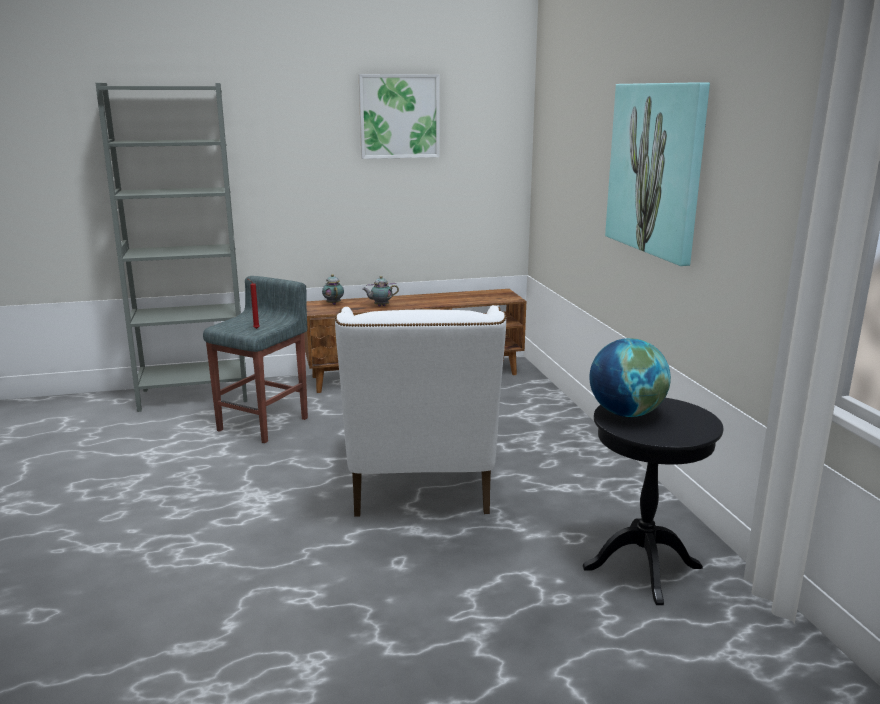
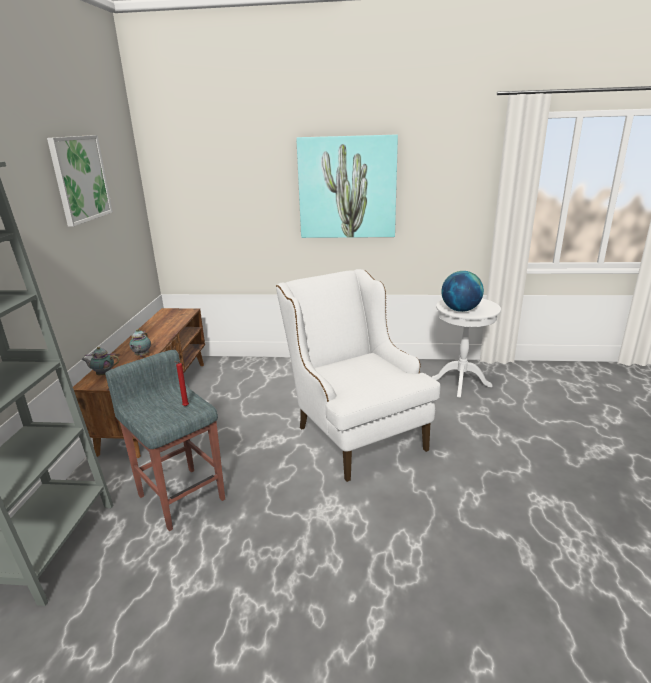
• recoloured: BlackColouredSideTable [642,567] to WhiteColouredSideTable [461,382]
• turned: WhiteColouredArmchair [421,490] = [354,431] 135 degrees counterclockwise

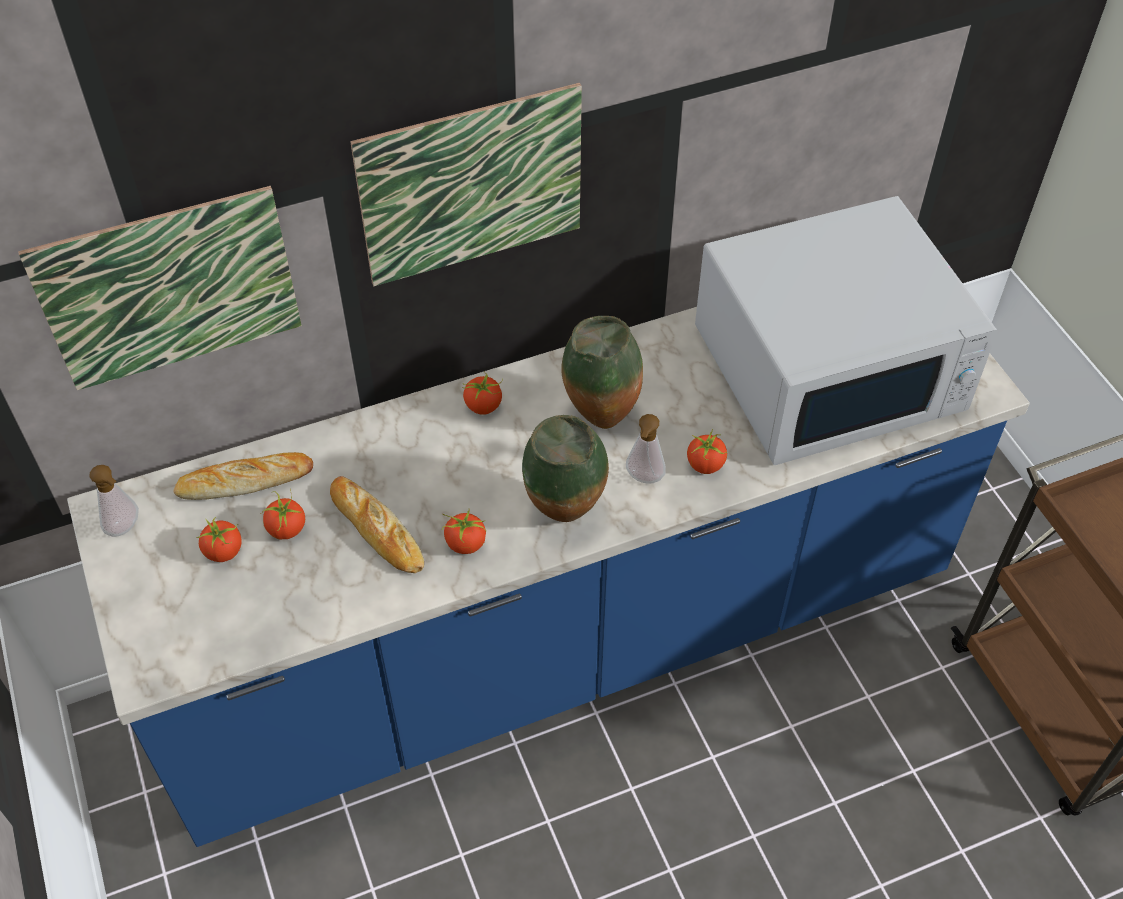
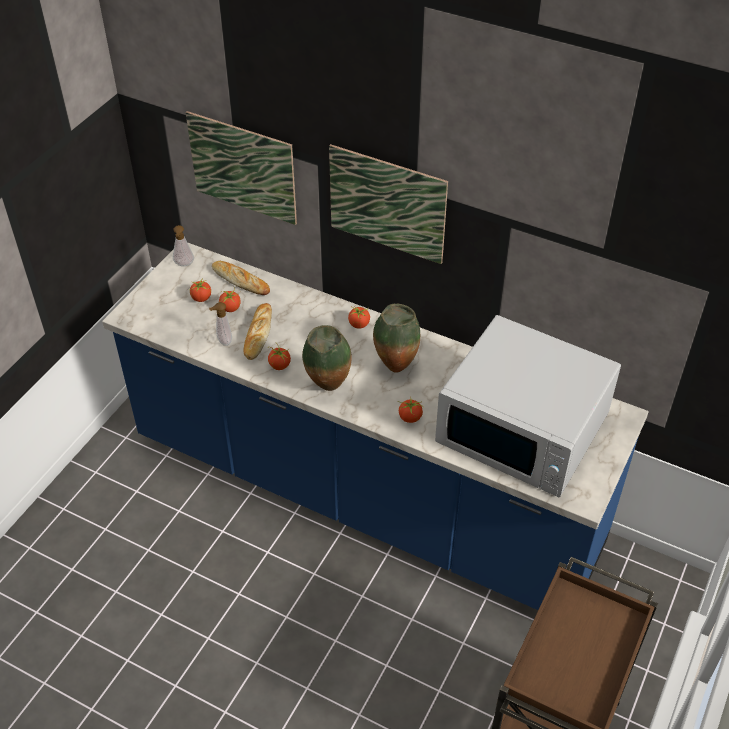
• moved: SoapDispenser [643,479] to [223,341]

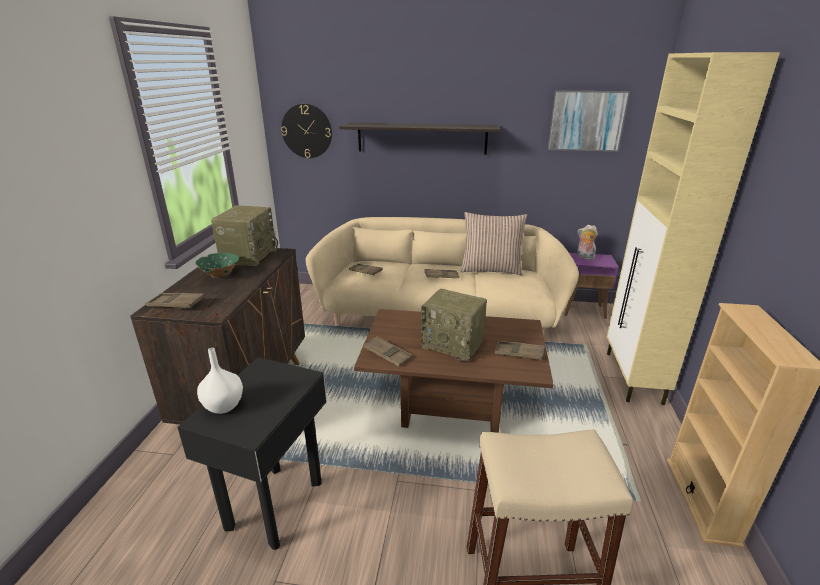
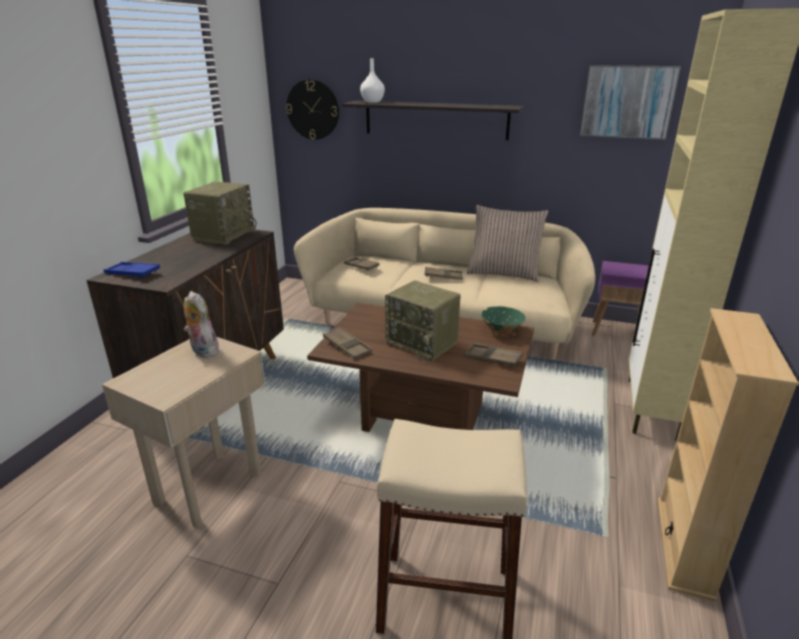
• moved: GreenServingBowl [220,274] to [501,330]
• moved: WhiteColouredVase [223,405] to [372,102]
• moved: CuddlyToy [584,257] to [202,351]
• recoloured: BrownishTray [176,304] to BlueTray [132,273]
• recoloured: BlackColouredSideTable [276,504] to SandColouredSideTable [209,487]

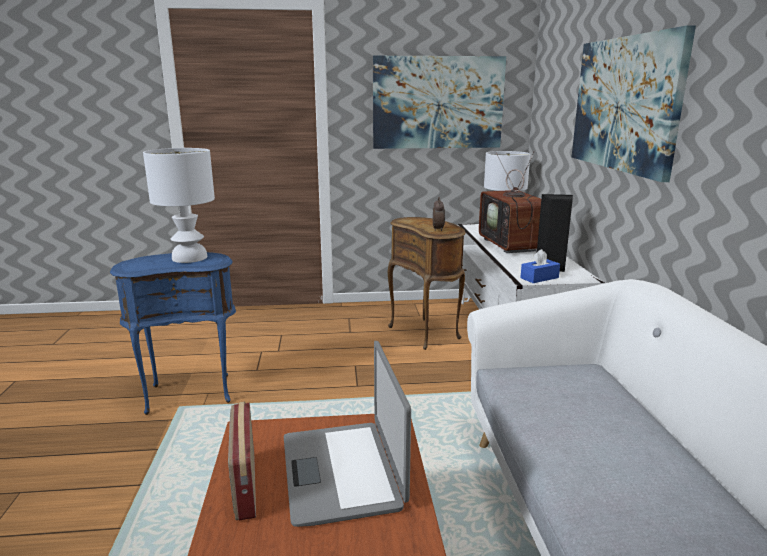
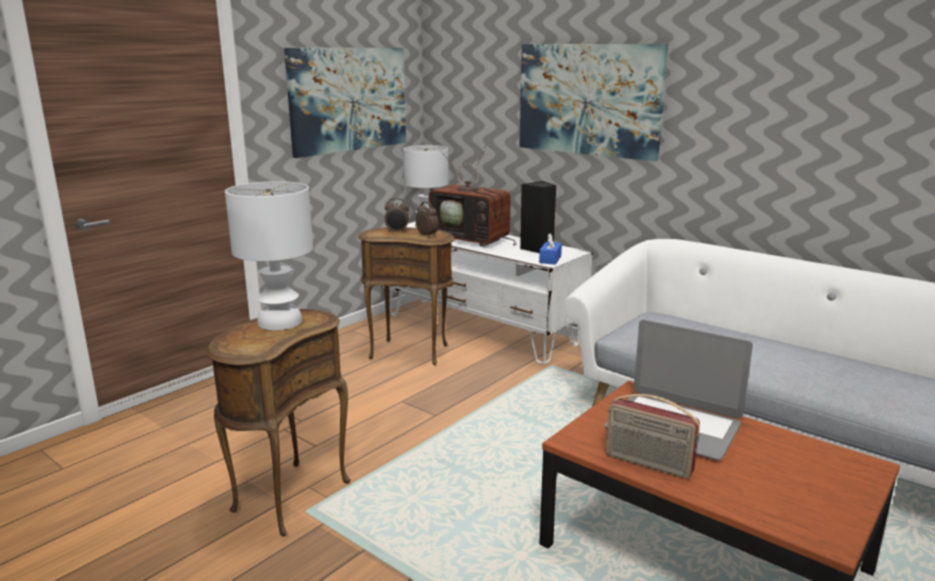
• added: BedsideClock [397,232]
• recoloured: BlueSideTable [190,392] to BrownishSideTable [288,496]

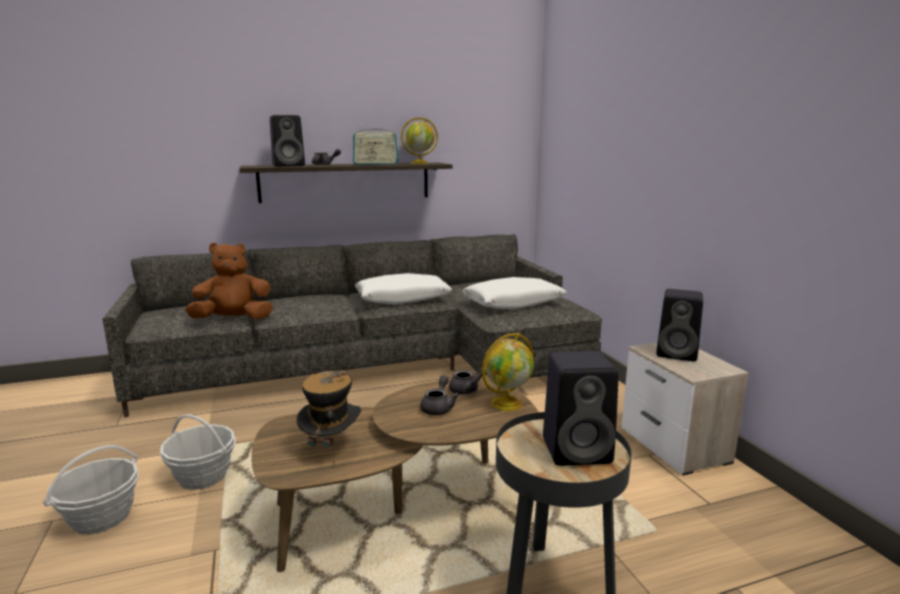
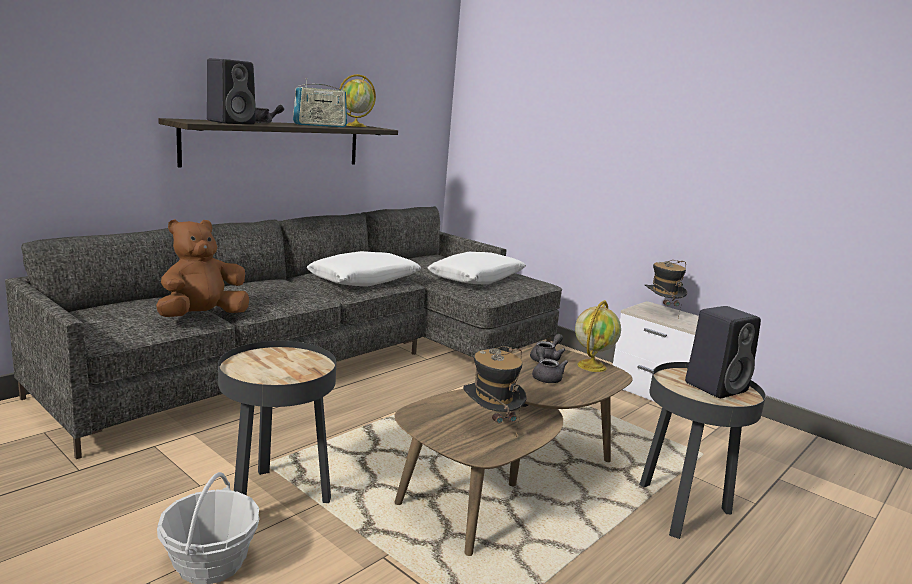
• replaced: HouseholdBasket [203,476] to BlackColouredSideTable [277,498]
• replaced: BlackColouredSpeaker [678,353] to Hat [661,312]

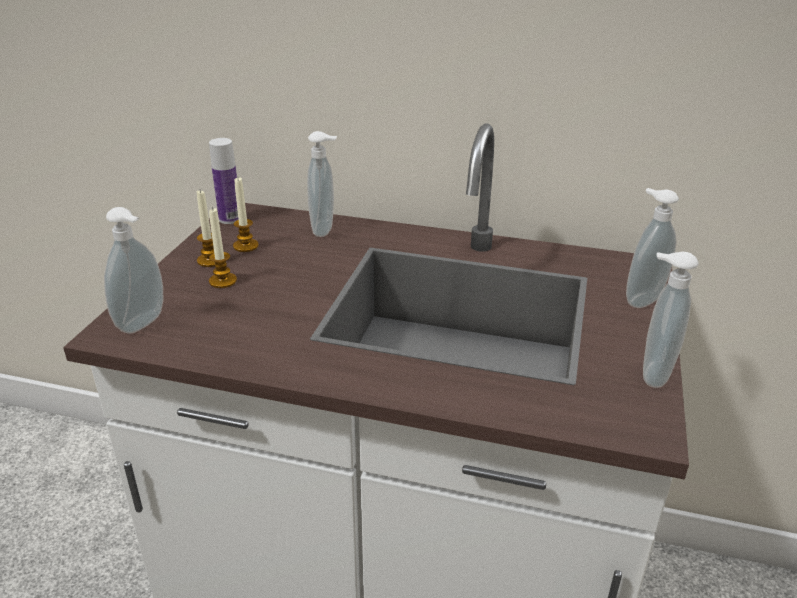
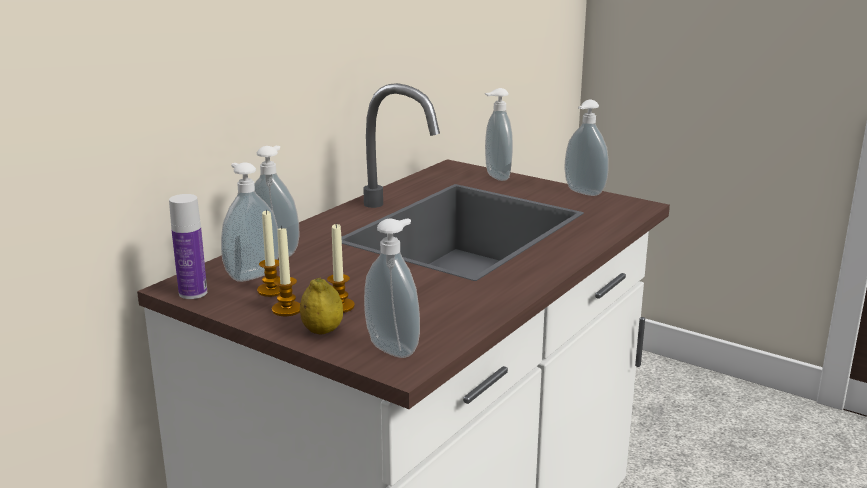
• added: SoapDispenser [251,275]
• added: CitrusFruit [322,331]

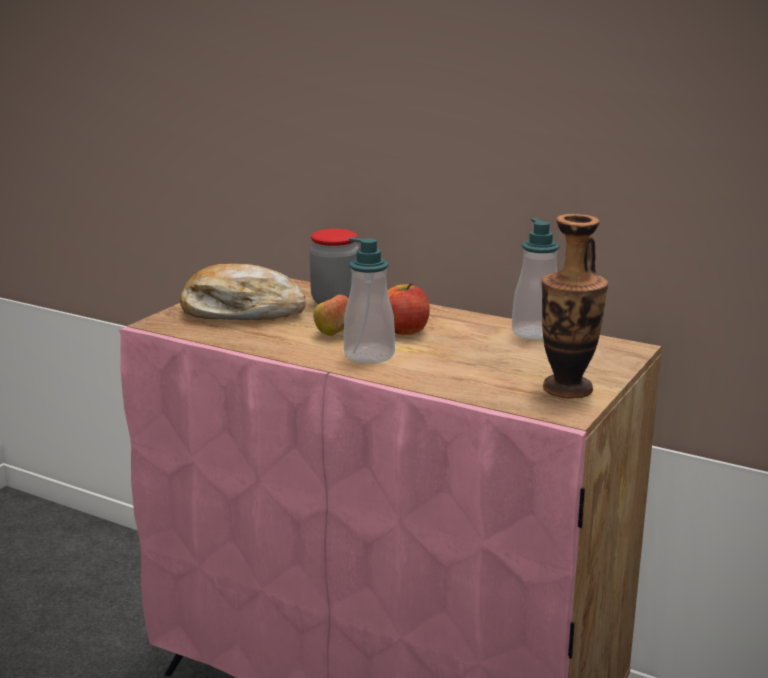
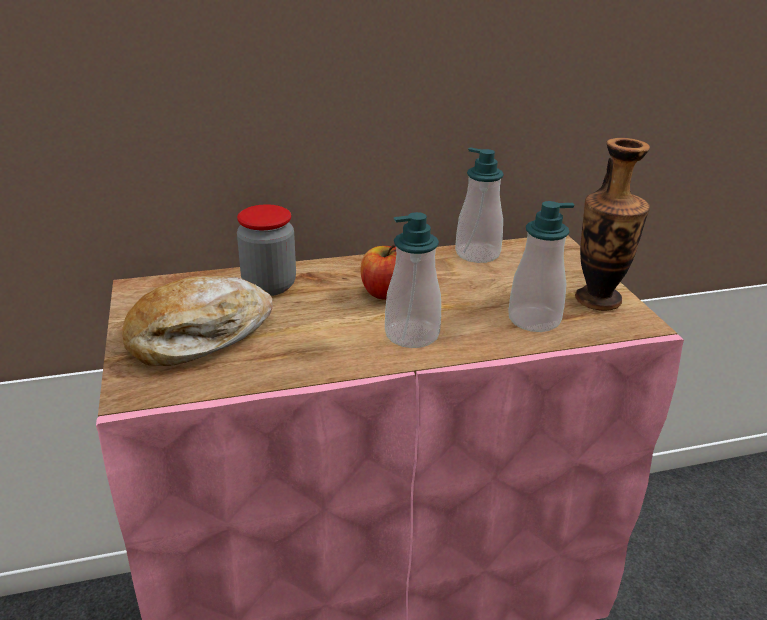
• removed: Apple [334,334]
• added: SoapDispenser [534,320]

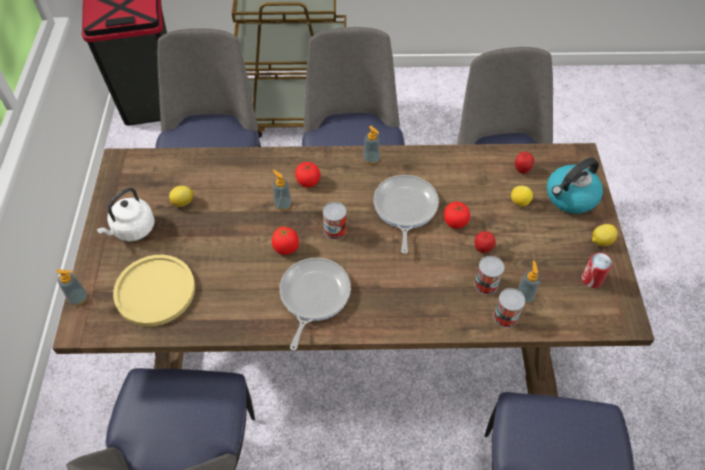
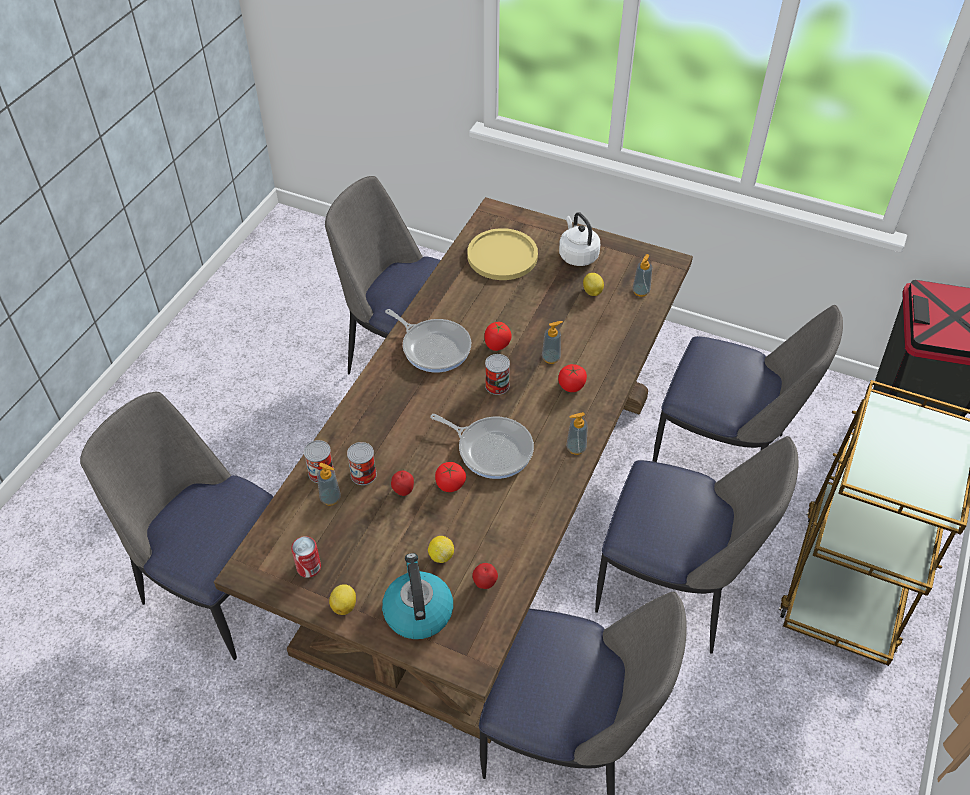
• moved: SoapDispenser [78,298] to [640,291]

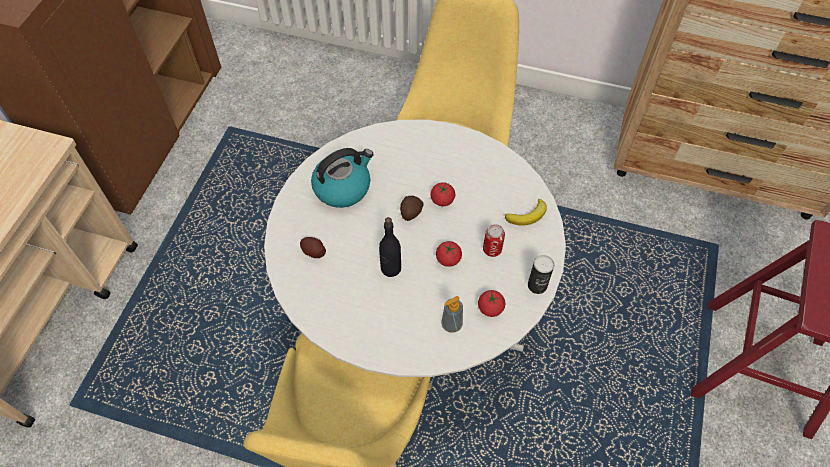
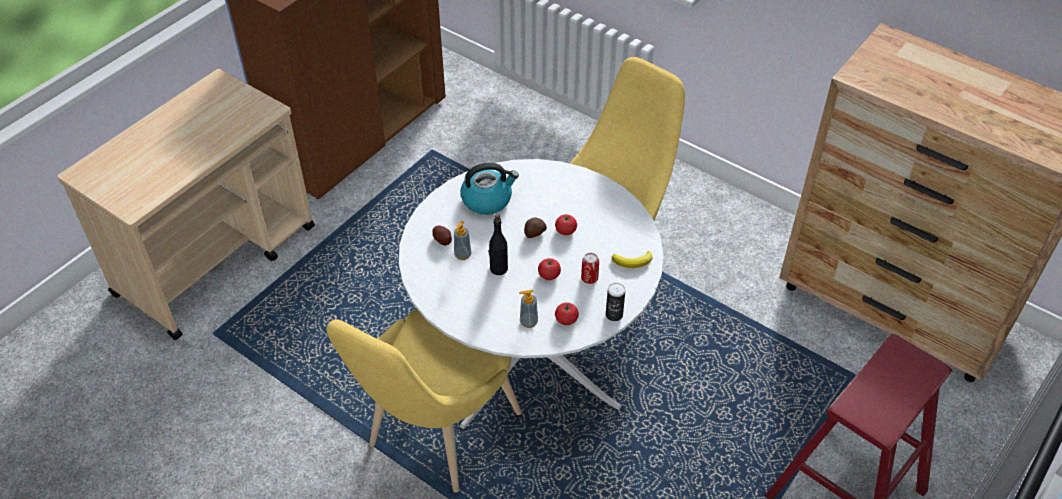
• added: SoapDispenser [462,255]

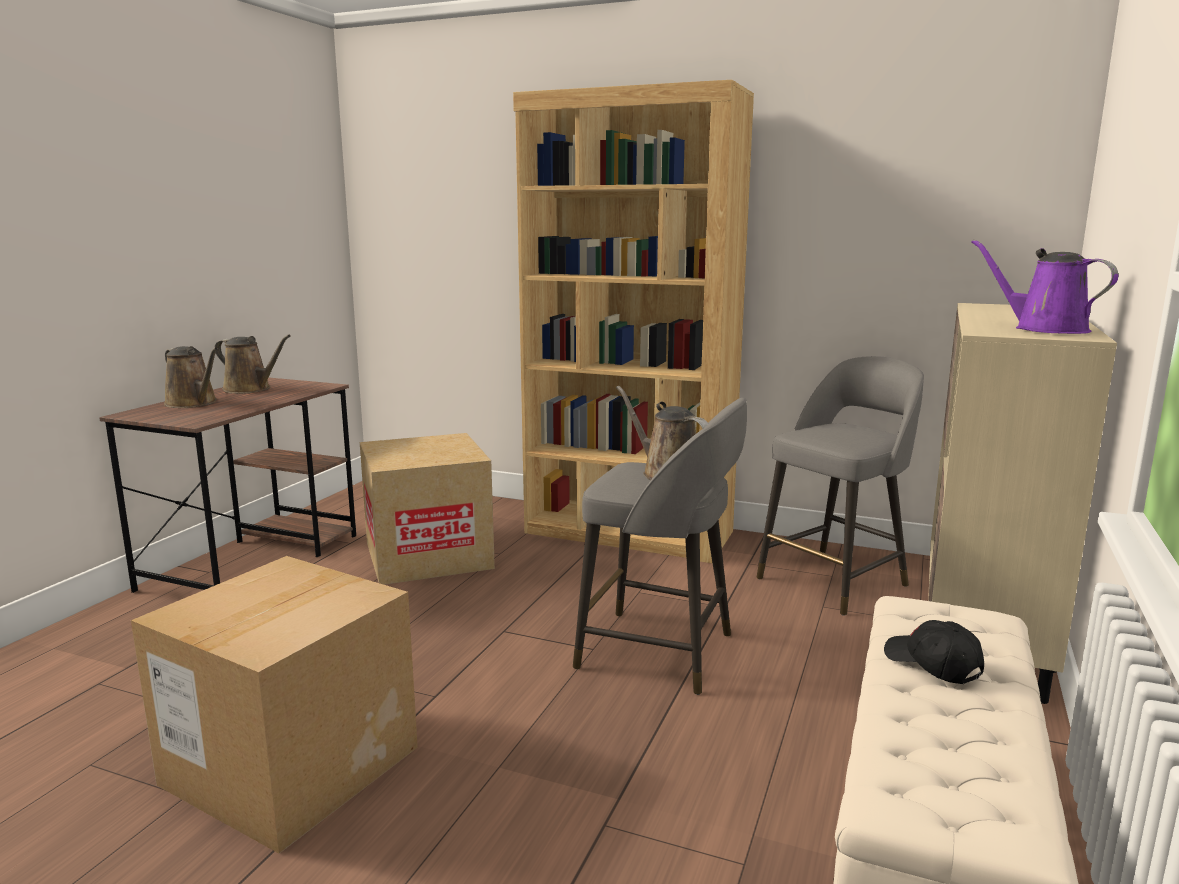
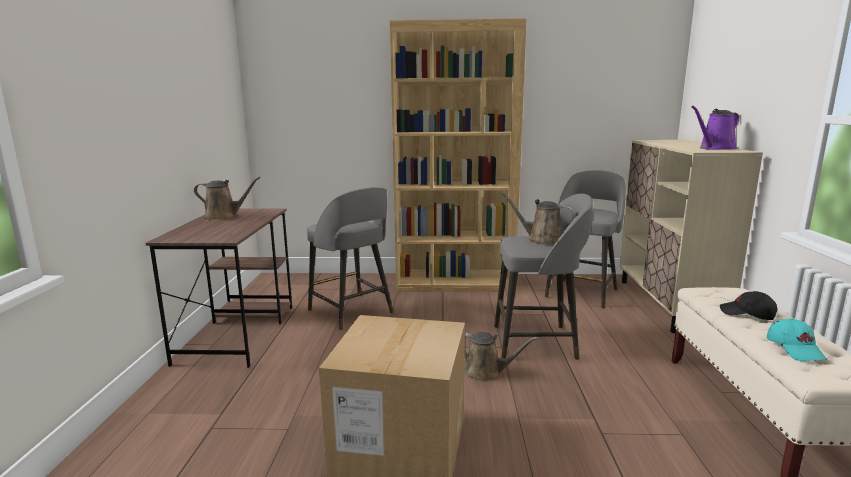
• added: TurquoiseBaseballCap [795,349]
• moved: BrownishWateringPot [193,403] to [486,372]
• replaced: Carton [428,555] to GrayStoolSeat [352,312]
• turned: PurpleWateringPot [1044,329] = [715,148] 60 degrees counterclockwise

